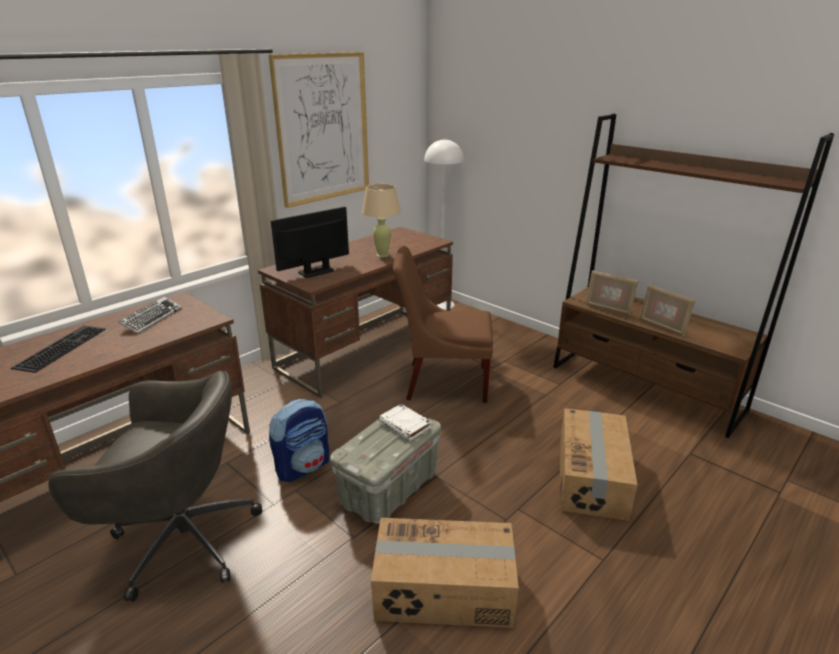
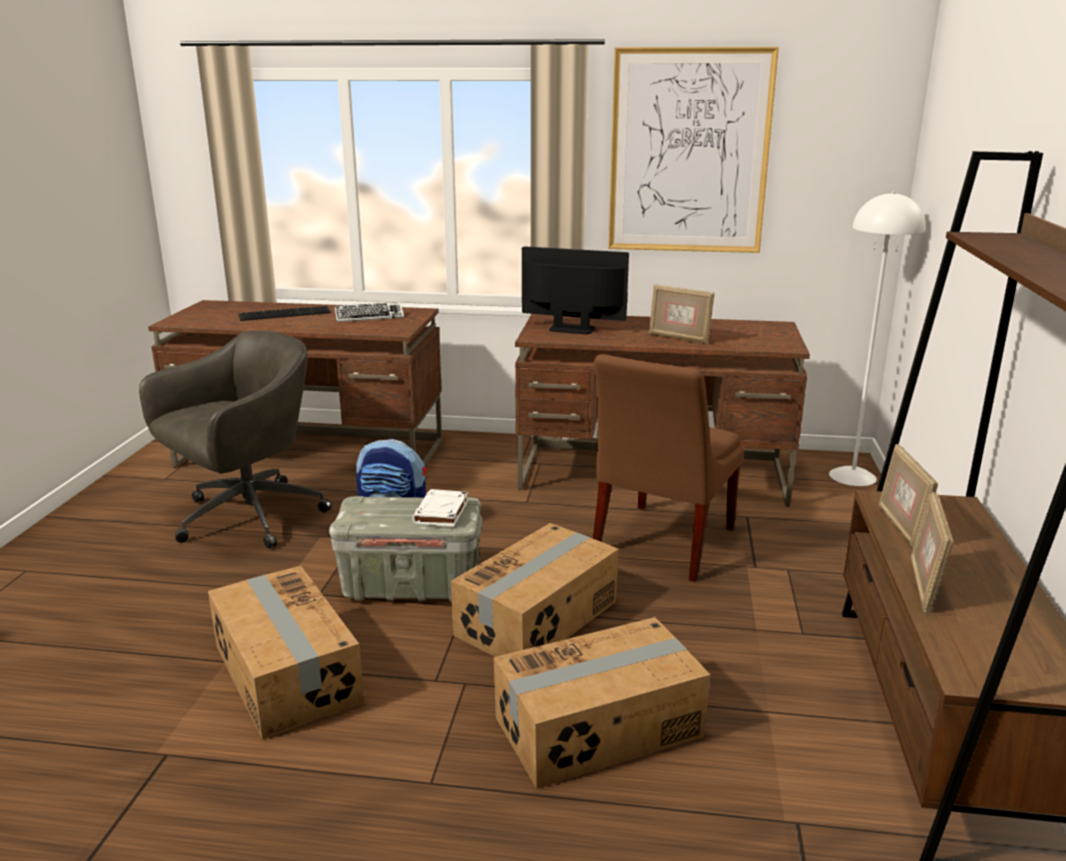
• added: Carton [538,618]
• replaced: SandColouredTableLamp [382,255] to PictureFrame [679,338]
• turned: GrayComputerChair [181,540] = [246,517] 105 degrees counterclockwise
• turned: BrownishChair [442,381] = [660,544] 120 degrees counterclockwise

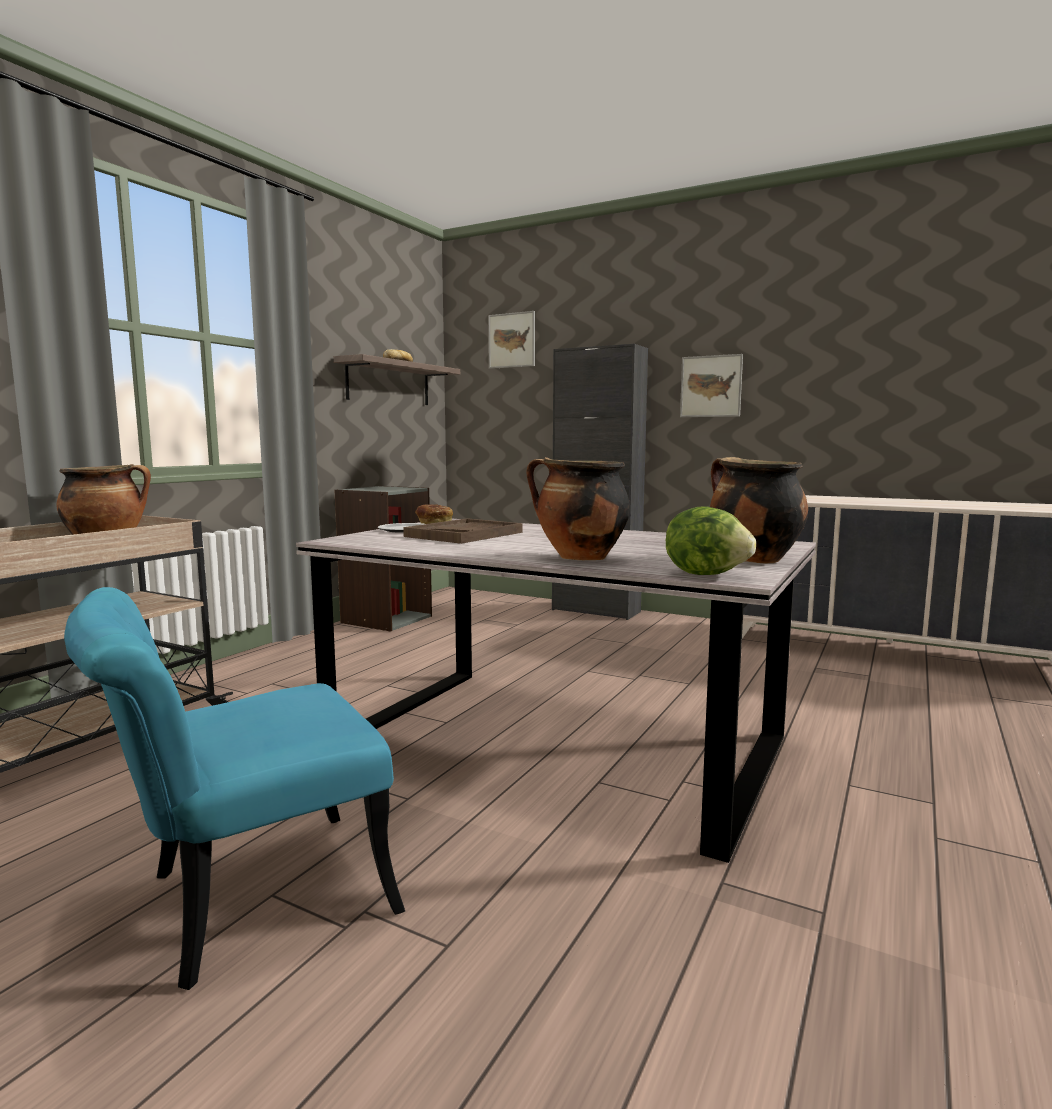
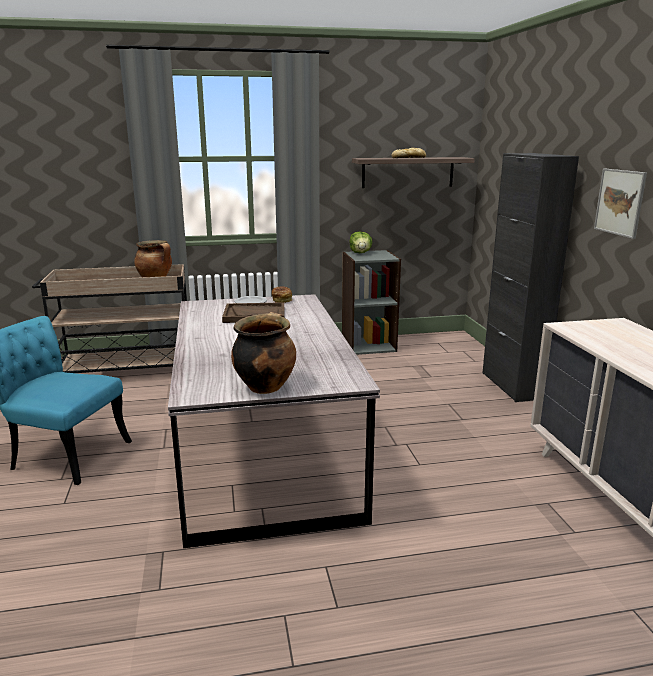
• removed: WallPicture [511,340]
• removed: CookingPot [579,558]
• moved: Lettuce [707,574] to [360,253]

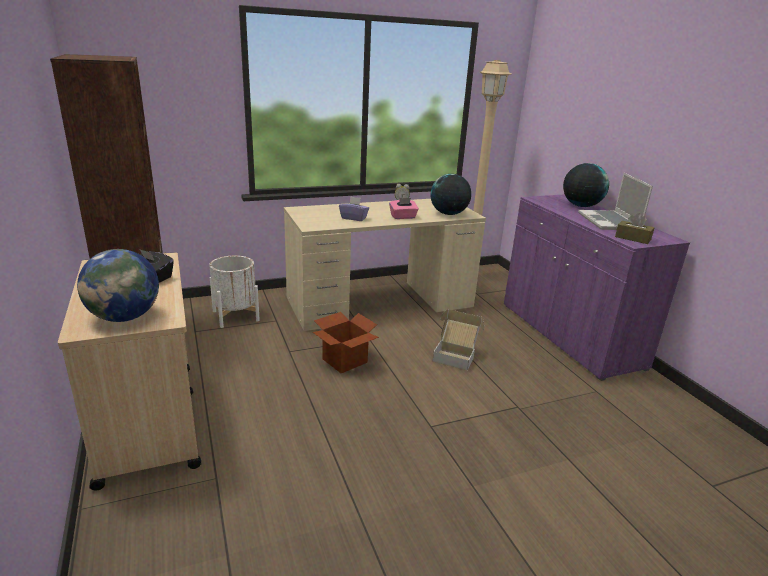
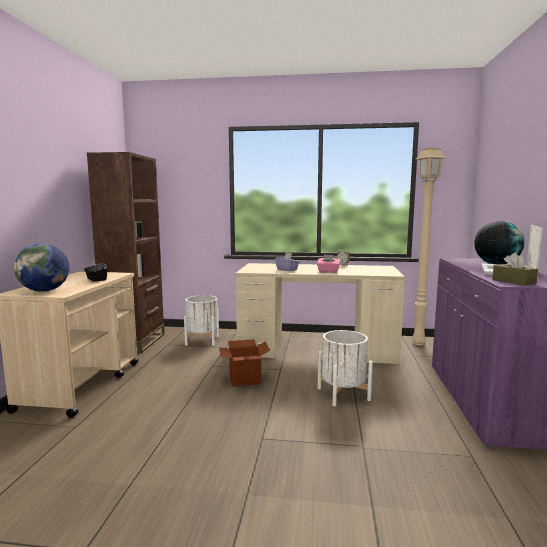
• removed: WorldGlobe [448,214]
• replaced: Carton [455,355] to WhiteColouredFlowerPot [343,394]

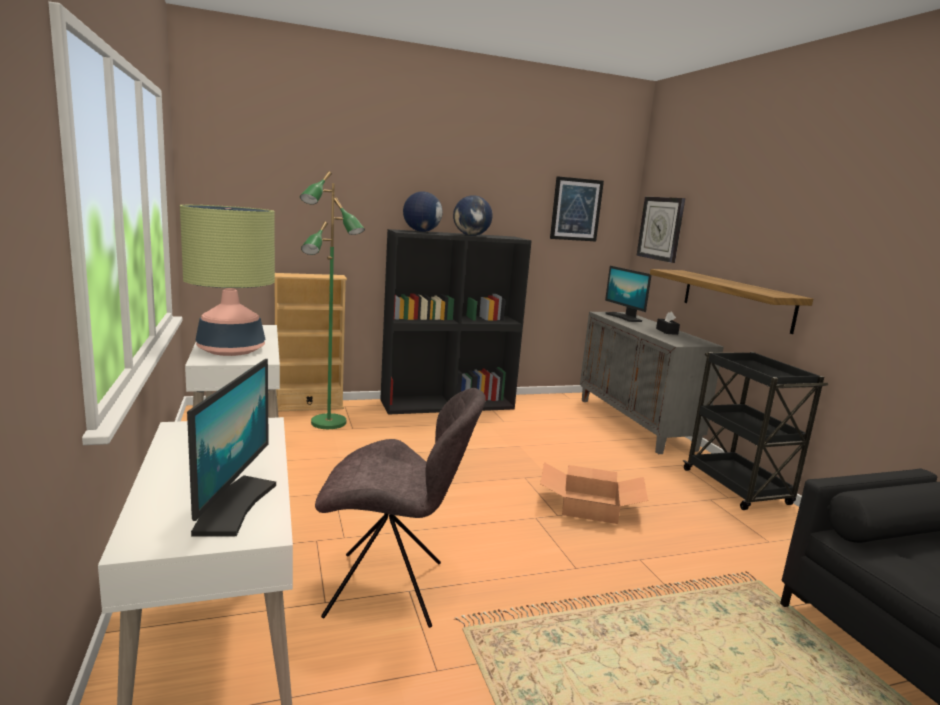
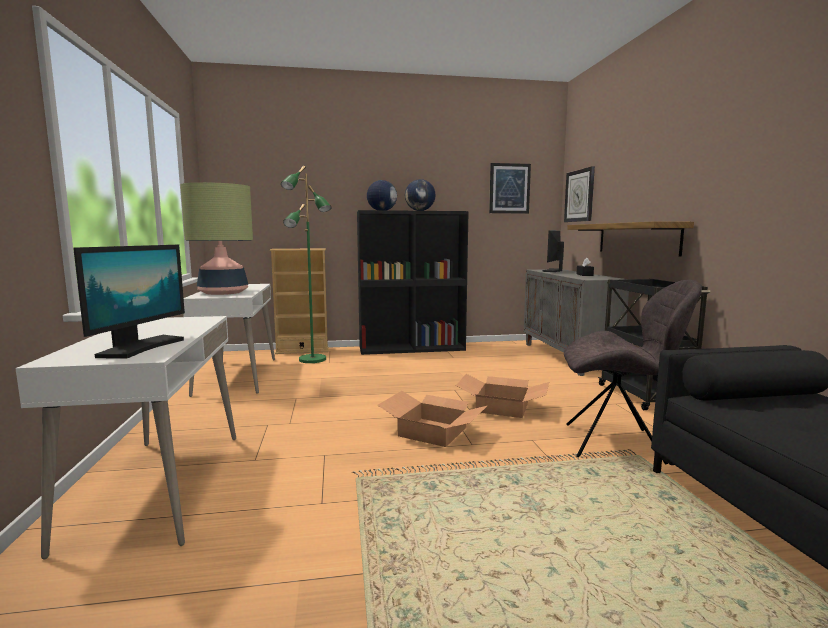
• added: Carton [433,432]
• moved: GrayChair [391,589] to [617,443]
• turned: Monitor [624,317] = [553,271] 45 degrees clockwise

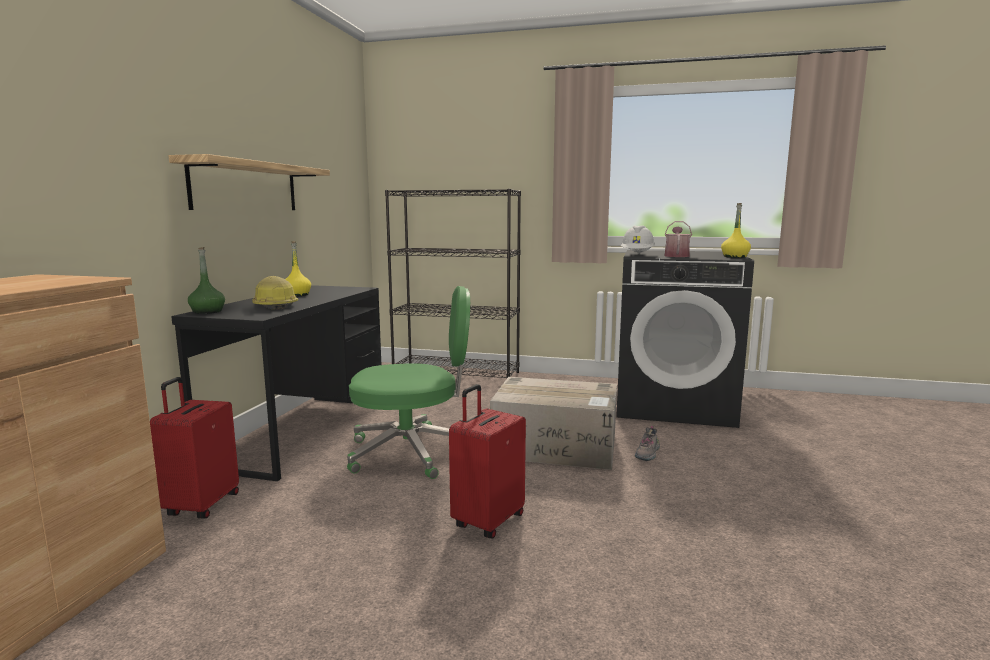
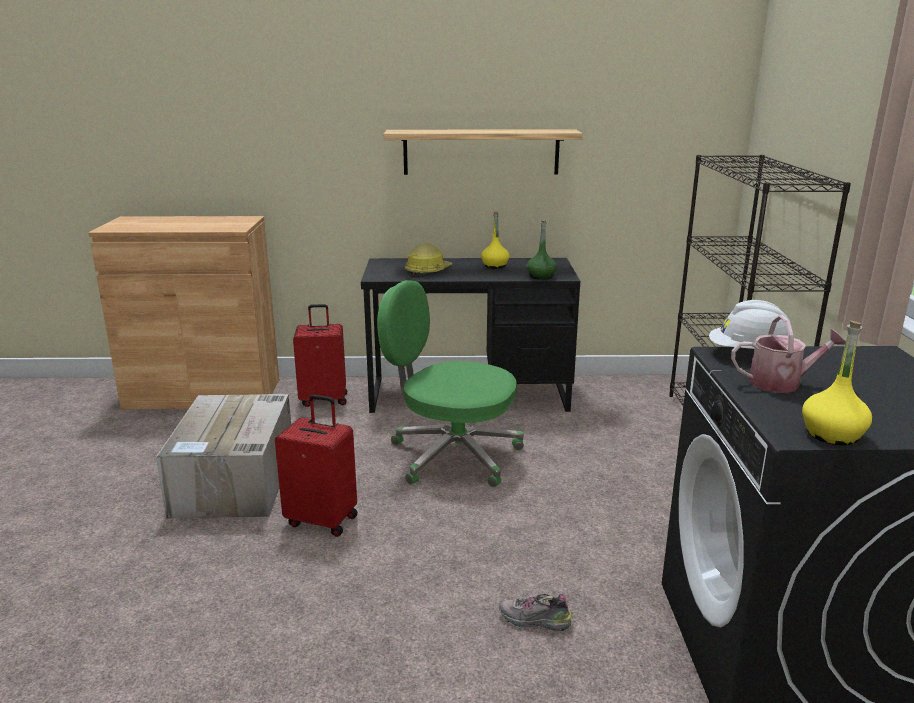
• moved: GreenDrinkBottle [207,312] to [540,276]
• moved: Carton [557,446] to [234,481]
• turned: GreenComputerChair [412,452] = [452,455] 135 degrees clockwise

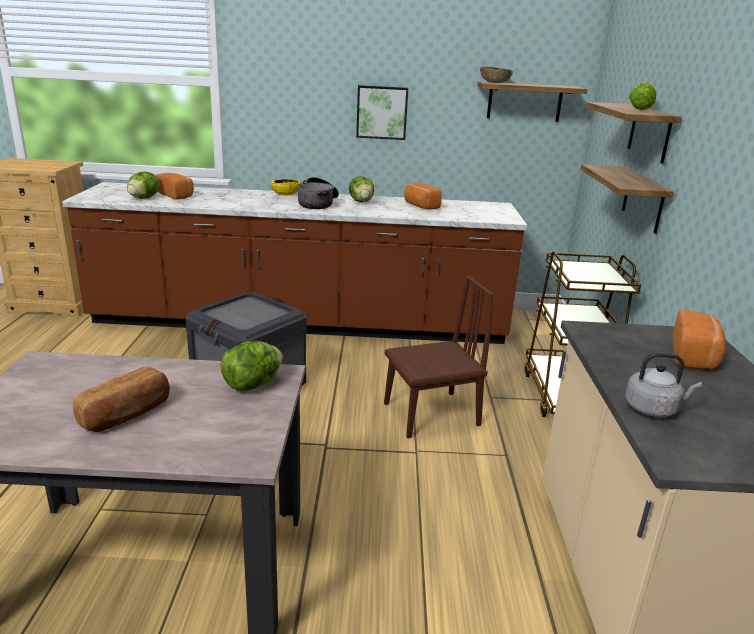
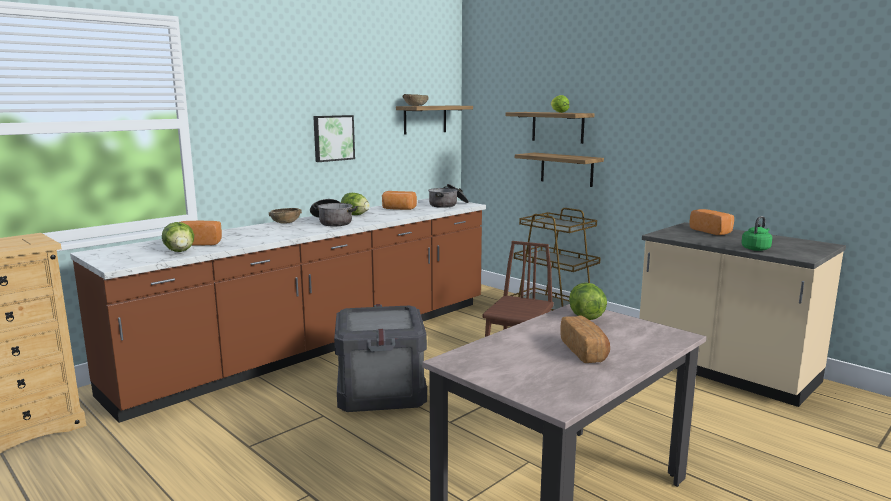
• added: CookingPot [448,204]
• recoloured: YellowServingBowl [286,194] to BrownishServingBowl [285,223]
• recoloured: GrayKettle [653,409] to GreenKettle [756,249]

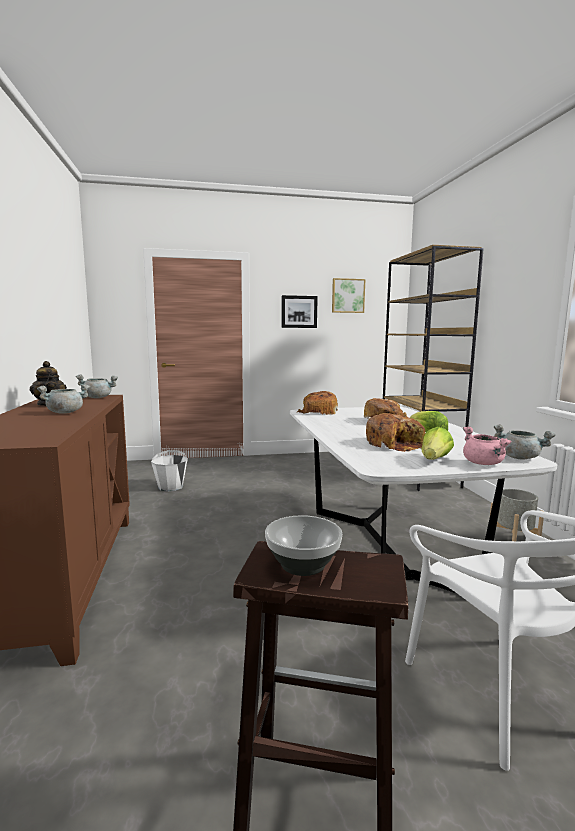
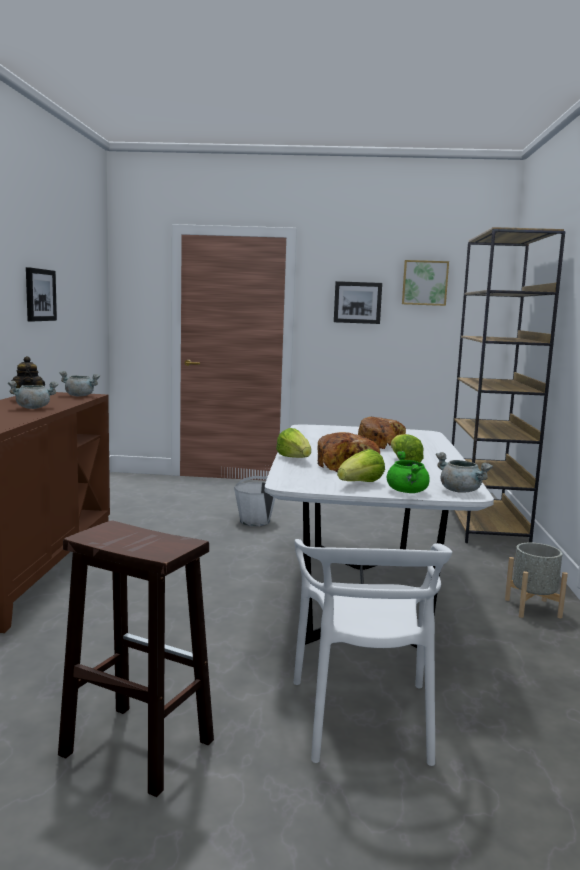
• removed: ServingBowl [303,564]
• removed: BakeryBread [316,412]
• added: WallPicture [39,295]
• added: Lettuce [294,459]
• moved: WhiteColouredWaterBucket [171,487] to [255,521]
• recoloured: PinkColouredCookingPot [484,464] to GreenCookingPot [408,492]

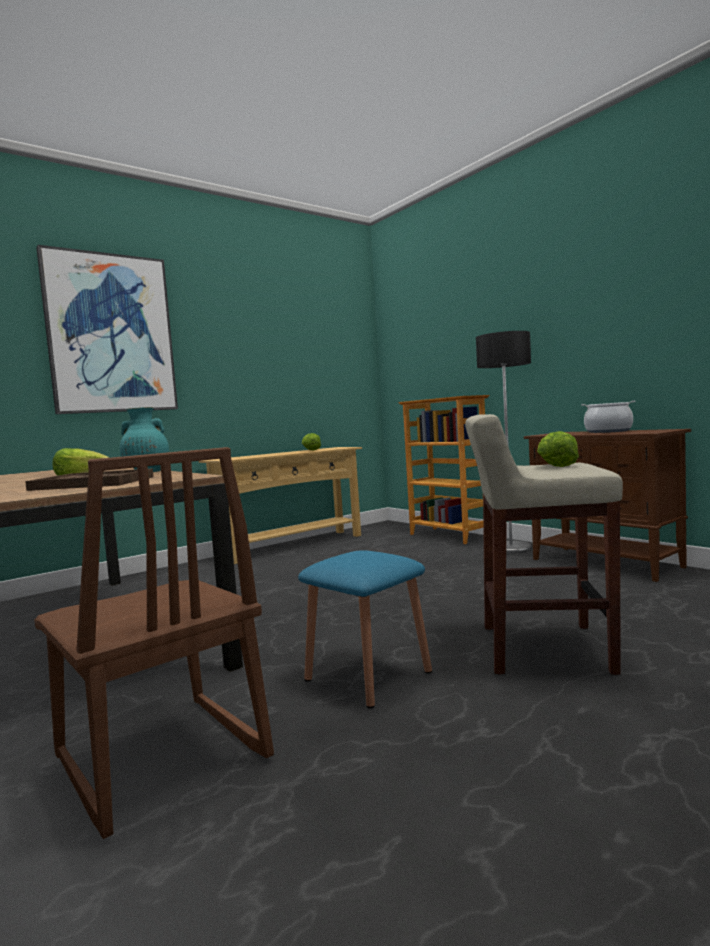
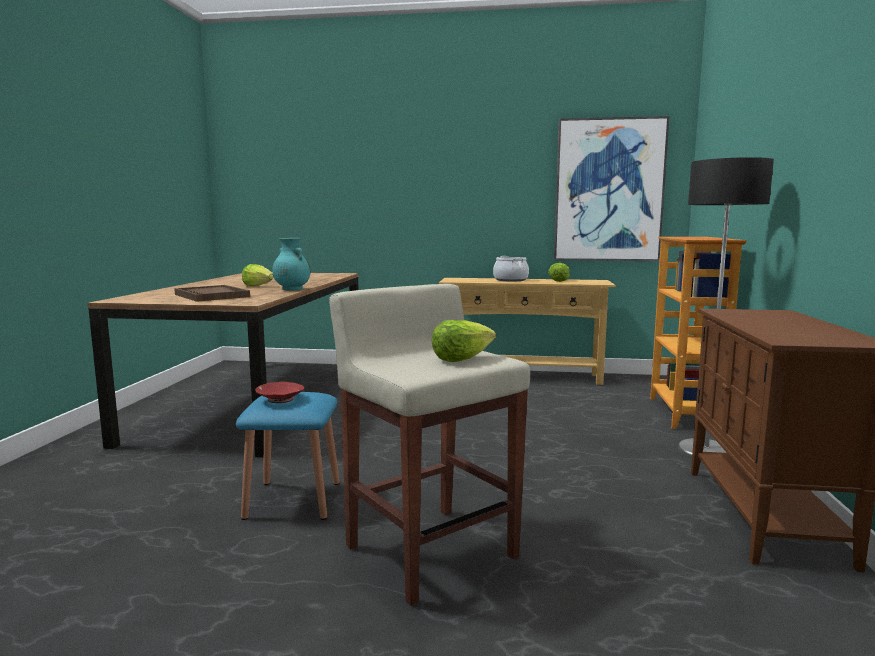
• removed: BrownishChair [159,759]
• added: ReddishServingBowl [280,399]
• moved: WallPicture [110,334] to [608,191]
• moved: CookingPot [608,431] to [510,280]

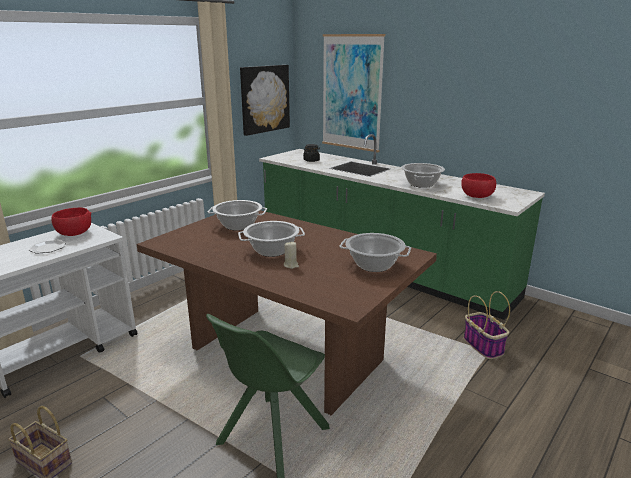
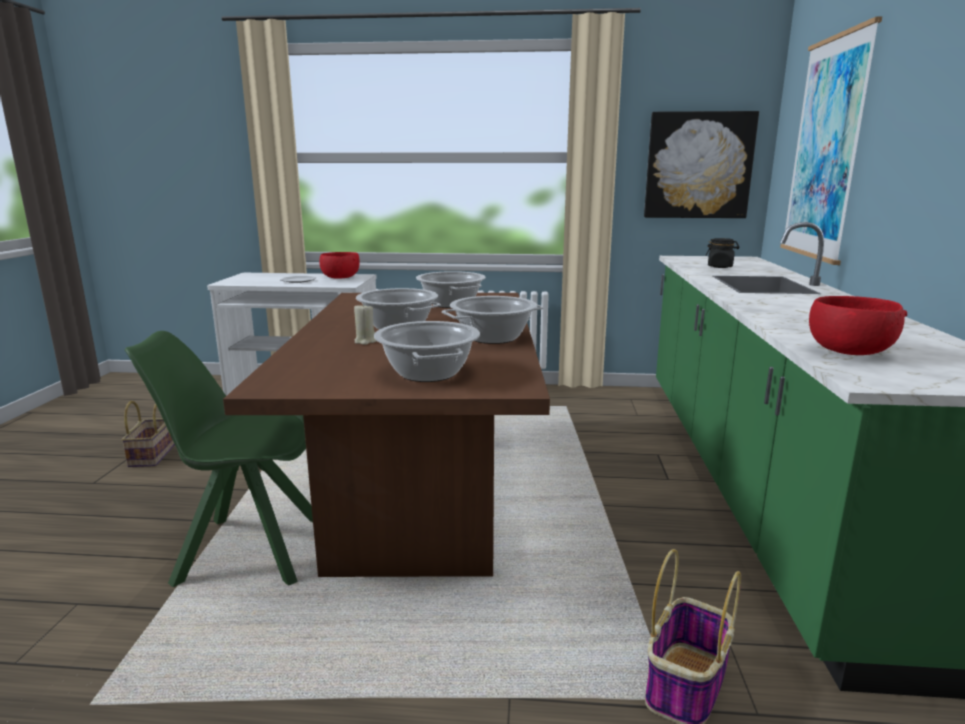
• moved: CookingPot [421,184] to [493,337]

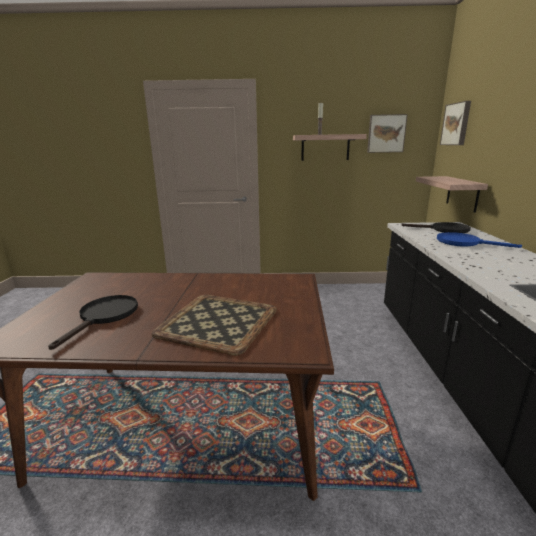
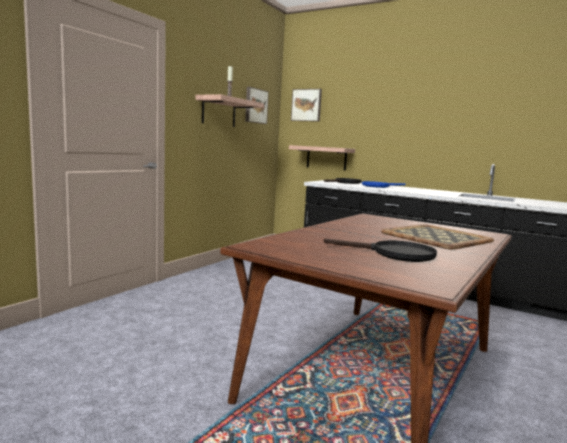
• turned: BlackColouredSkillet [104,316] = [394,254] 150 degrees clockwise

